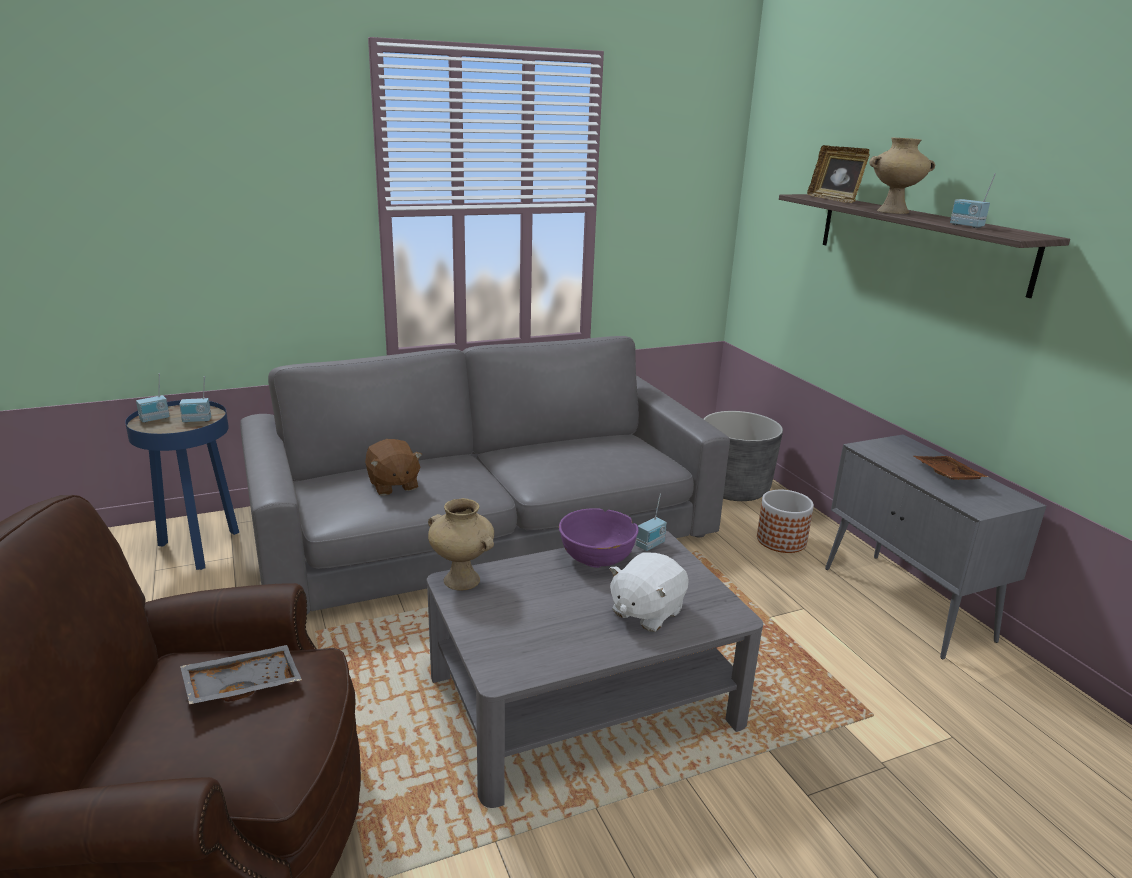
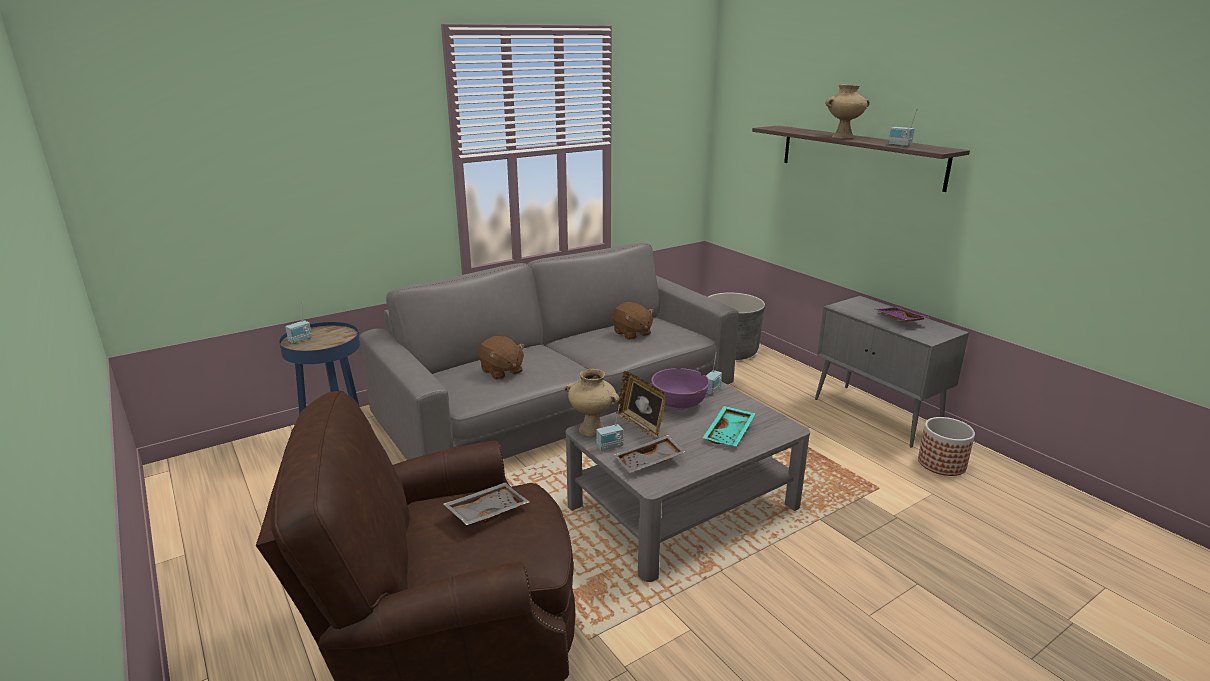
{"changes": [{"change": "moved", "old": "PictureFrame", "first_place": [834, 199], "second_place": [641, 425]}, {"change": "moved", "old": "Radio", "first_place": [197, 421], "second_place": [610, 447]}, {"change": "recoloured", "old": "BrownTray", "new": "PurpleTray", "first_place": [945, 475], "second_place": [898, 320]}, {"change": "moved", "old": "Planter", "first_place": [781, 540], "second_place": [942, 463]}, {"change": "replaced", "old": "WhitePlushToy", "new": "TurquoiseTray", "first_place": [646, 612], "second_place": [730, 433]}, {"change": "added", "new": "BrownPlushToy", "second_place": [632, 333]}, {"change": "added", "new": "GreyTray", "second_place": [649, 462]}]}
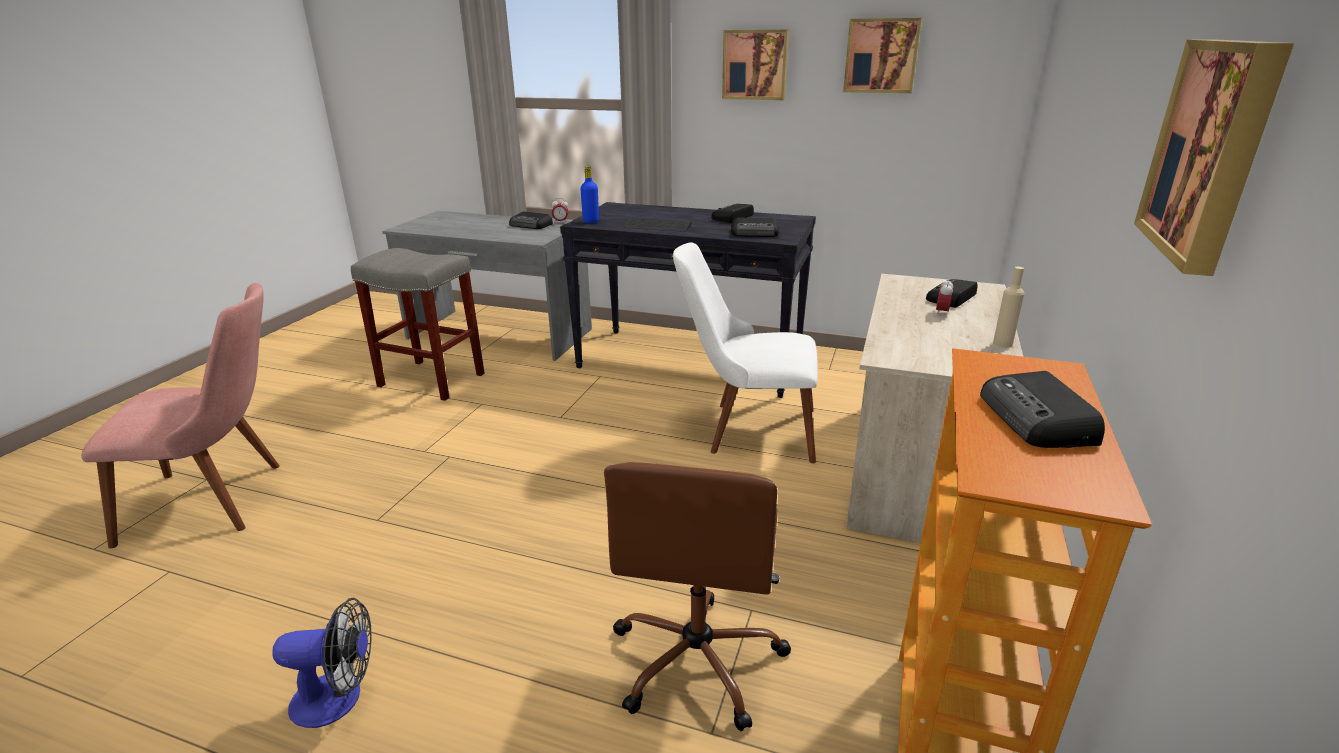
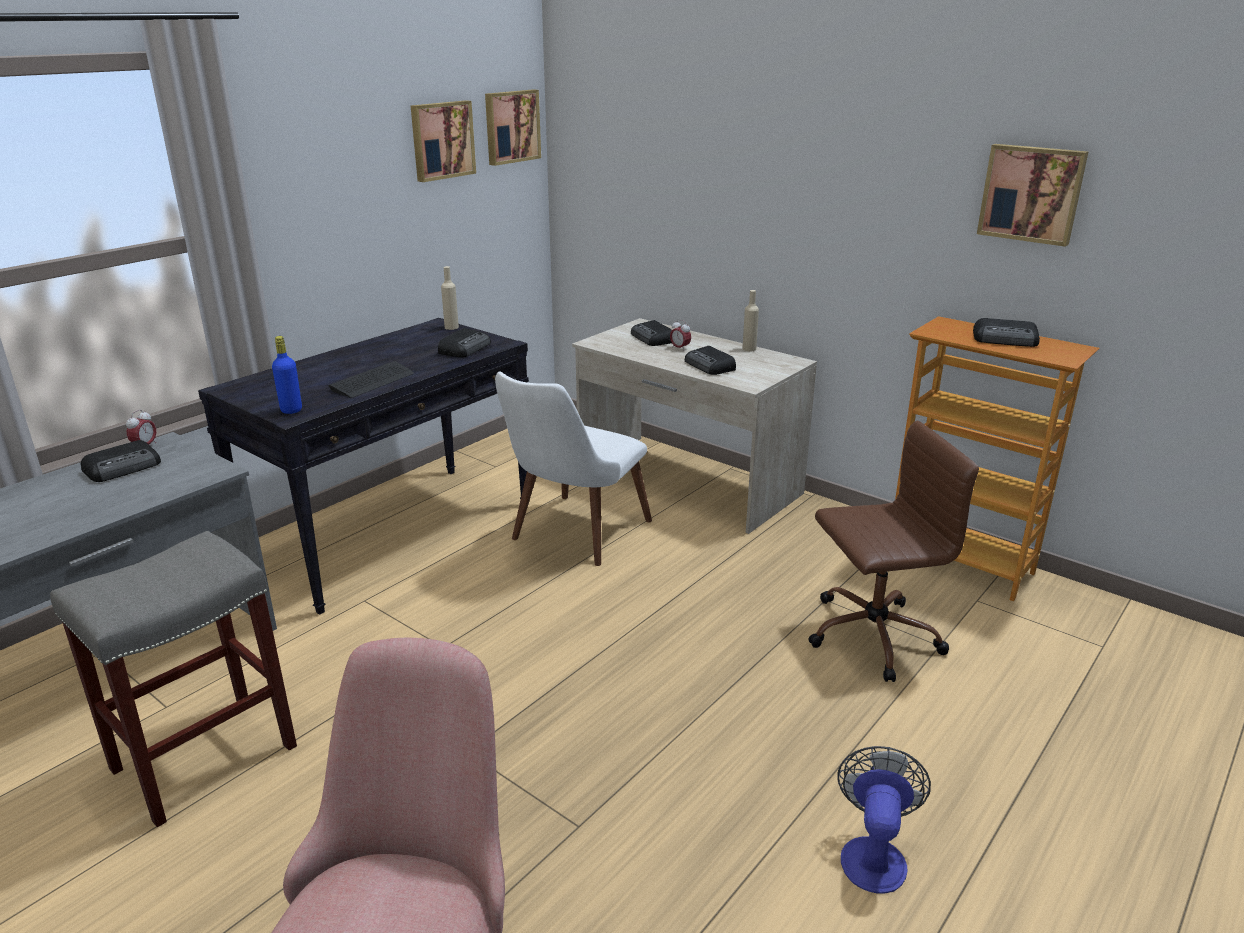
{"changes": [{"change": "moved", "old": "Picture", "first_place": [755, 65], "second_place": [511, 126]}, {"change": "moved", "old": "Radio", "first_place": [732, 217], "second_place": [710, 366]}, {"change": "turned", "old": "BrownOfficeChair", "first_place": [698, 659], "second_place": [870, 635], "degrees": -45}, {"change": "added", "new": "BeigeBottle", "second_place": [451, 327]}]}
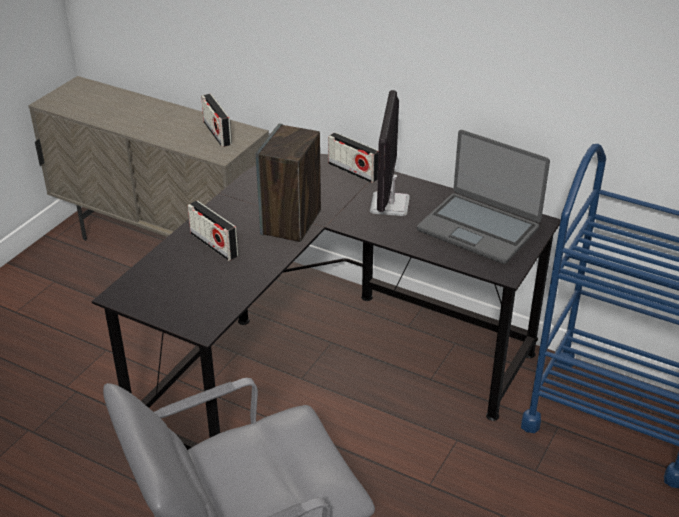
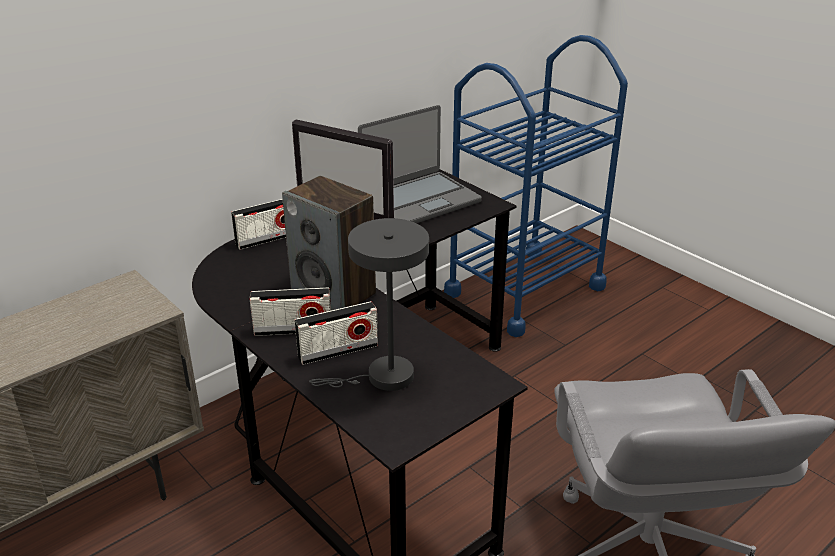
{"changes": [{"change": "moved", "old": "Radio", "first_place": [217, 133], "second_place": [293, 330]}, {"change": "added", "new": "GreyTableLamp", "second_place": [382, 378]}]}
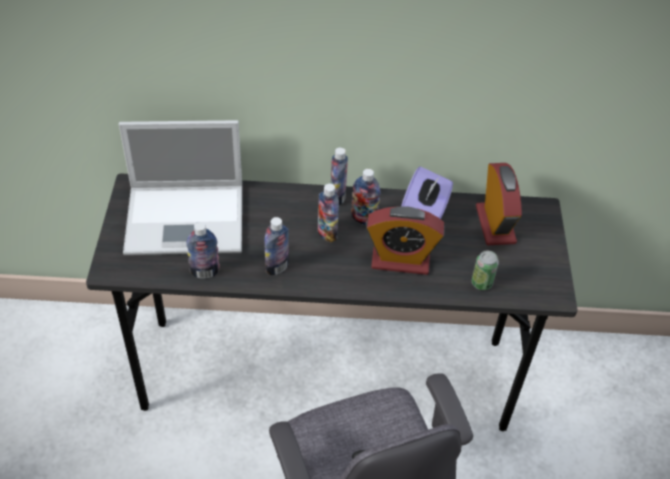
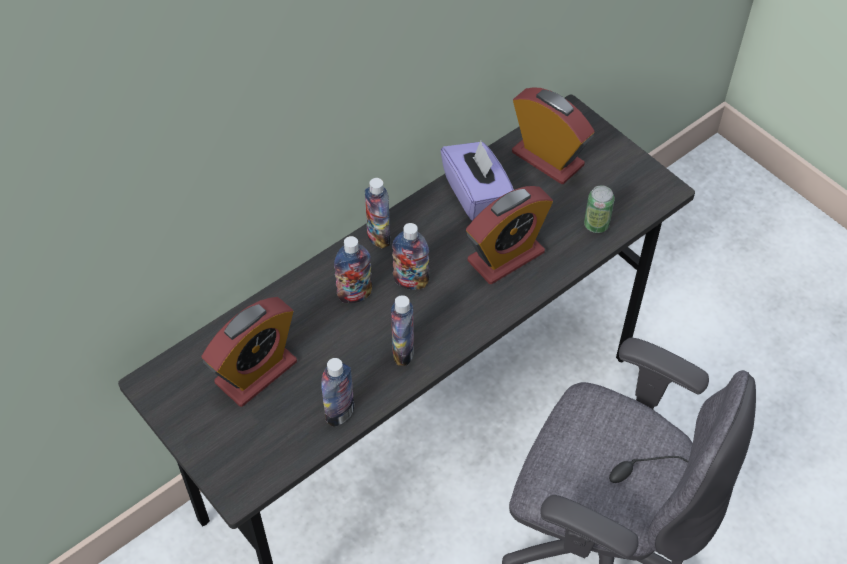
{"changes": [{"change": "replaced", "old": "Laptop", "new": "AlarmClock", "first_place": [188, 219], "second_place": [256, 372]}, {"change": "moved", "old": "Bottle", "first_place": [364, 219], "second_place": [355, 294]}]}
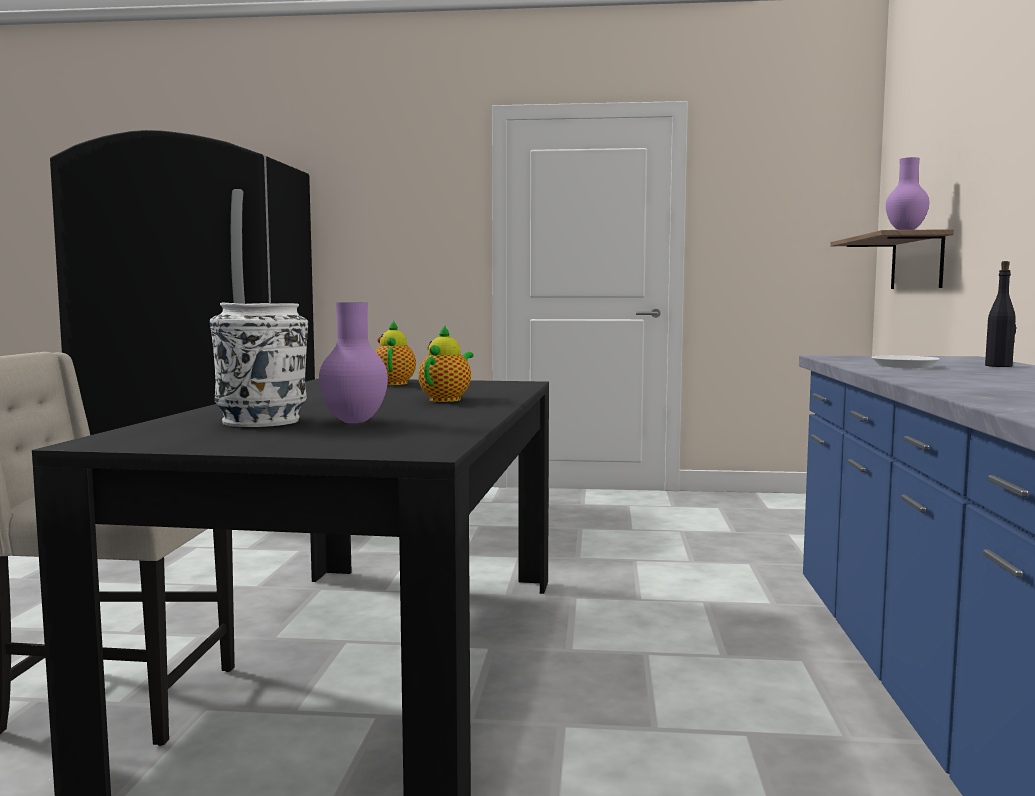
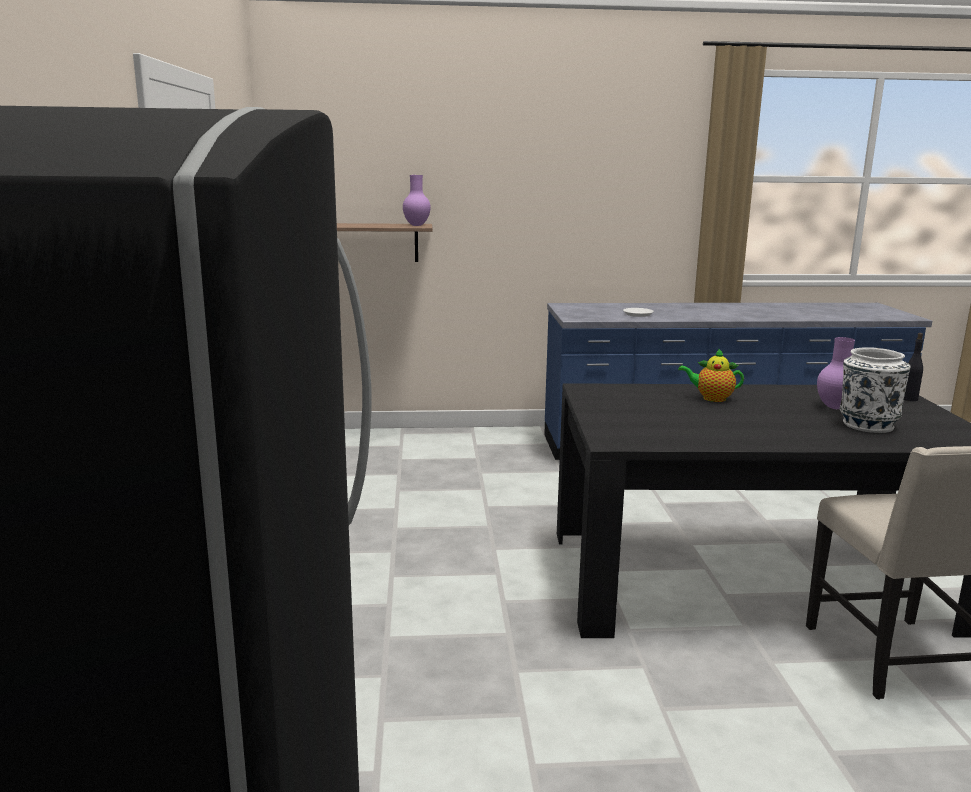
{"changes": [{"change": "moved", "old": "BlackBottle", "first_place": [999, 366], "second_place": [909, 399]}, {"change": "removed", "old": "Teapot", "first_place": [395, 383]}]}
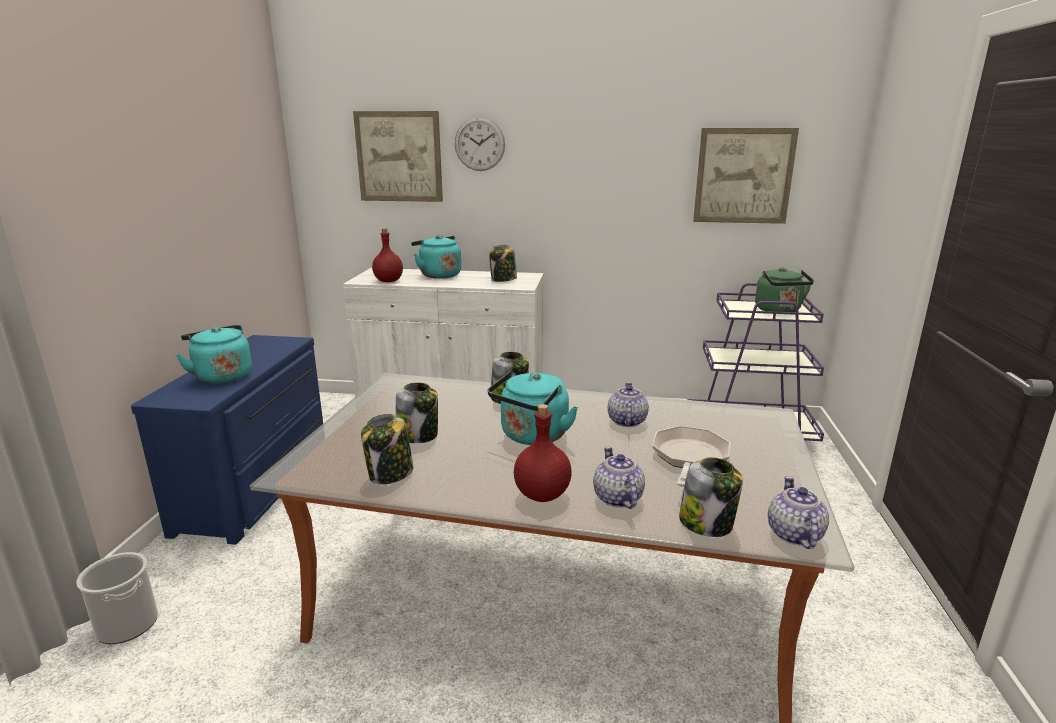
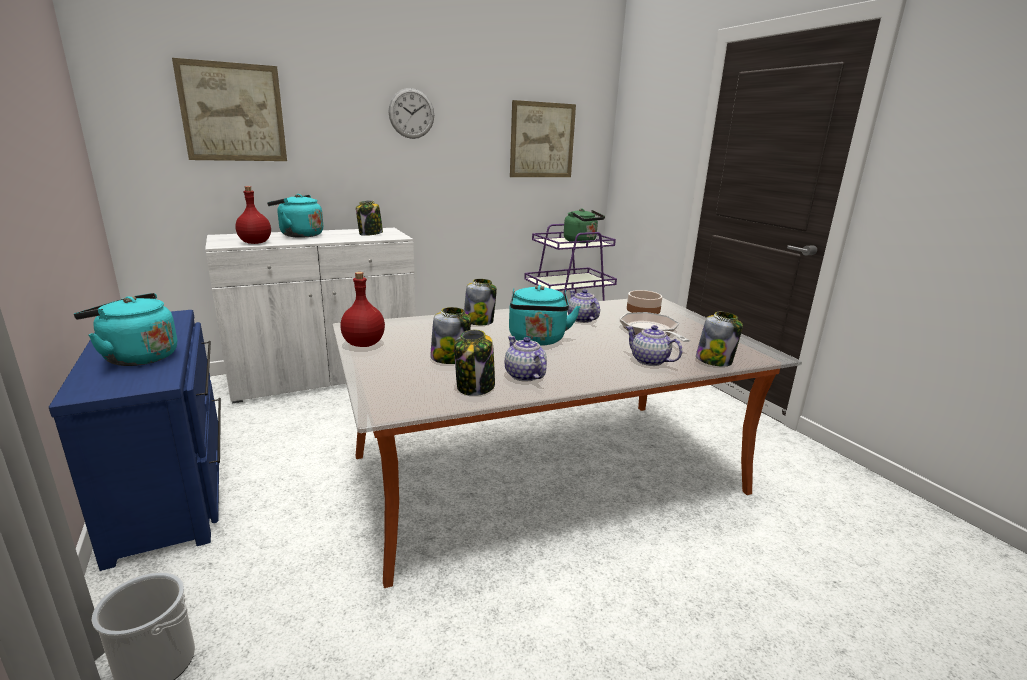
{"changes": [{"change": "moved", "old": "WallClock", "first_place": [479, 144], "second_place": [411, 113]}, {"change": "moved", "old": "RedBottle", "first_place": [541, 494], "second_place": [363, 344]}, {"change": "moved", "old": "Teapot", "first_place": [794, 535], "second_place": [524, 376]}, {"change": "added", "new": "Bowl", "second_place": [643, 310]}]}
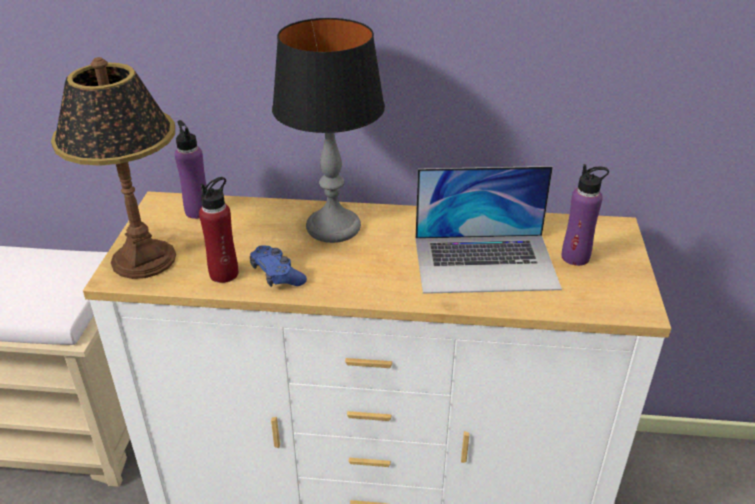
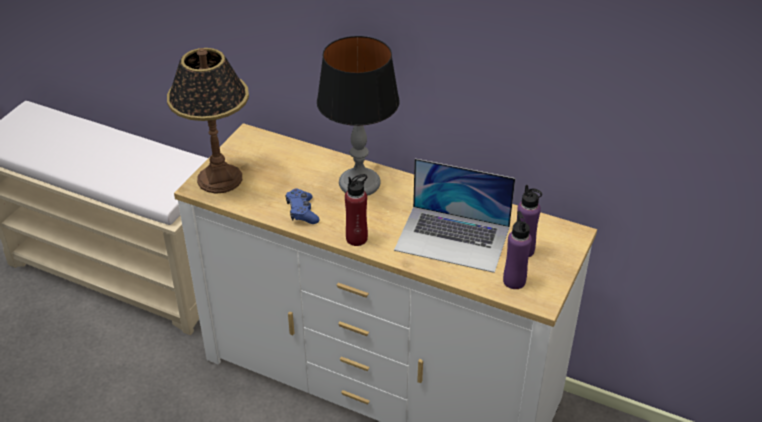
{"changes": [{"change": "moved", "old": "PurpleBottle", "first_place": [198, 211], "second_place": [514, 281]}, {"change": "moved", "old": "RedBottle", "first_place": [224, 273], "second_place": [357, 238]}]}
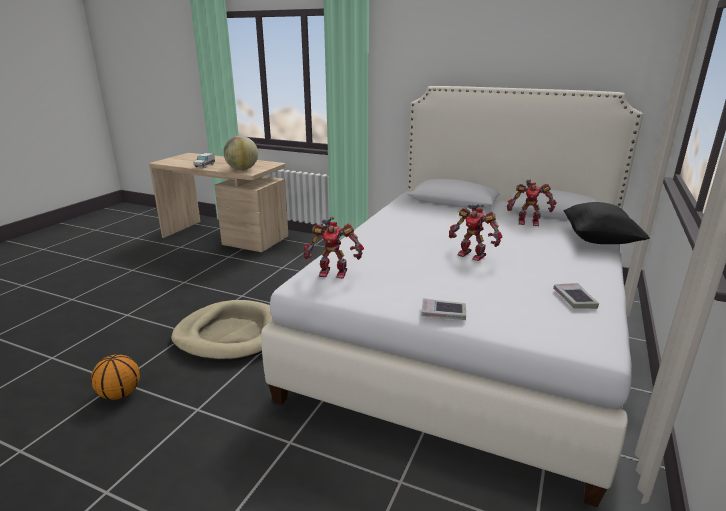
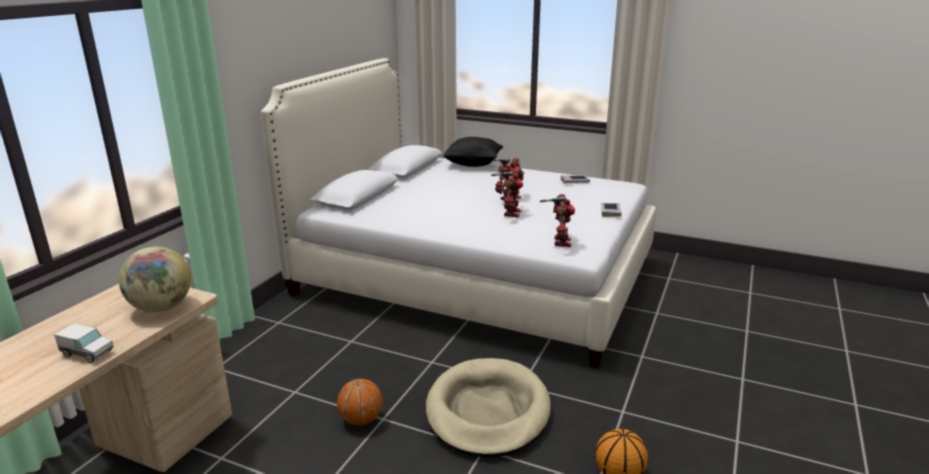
{"changes": [{"change": "moved", "old": "ToyRobot", "first_place": [528, 222], "second_place": [510, 213]}, {"change": "added", "new": "Basketball", "second_place": [361, 420]}]}
